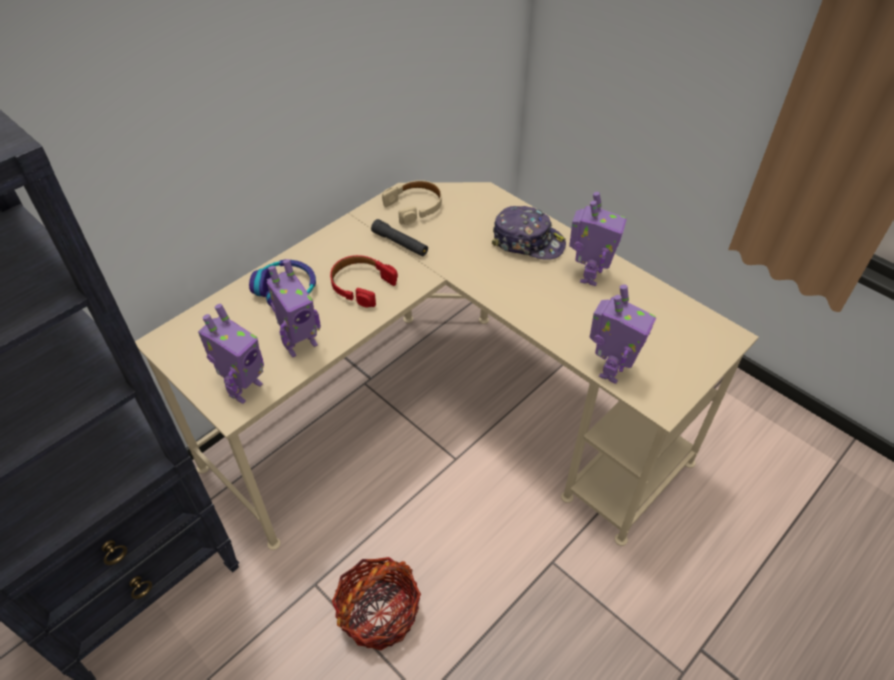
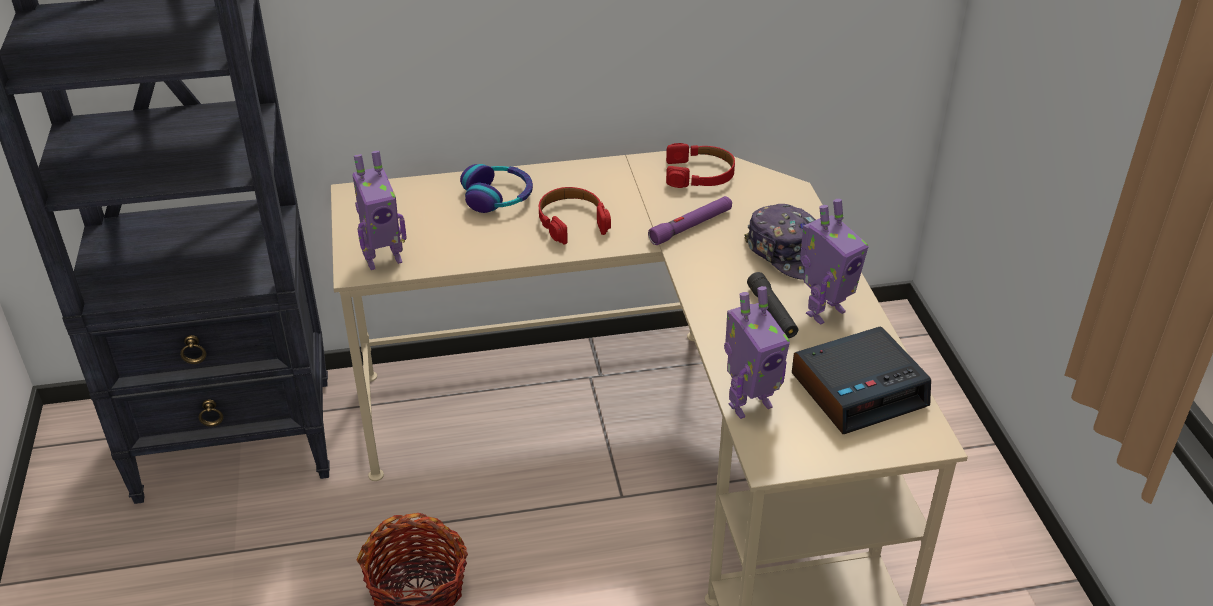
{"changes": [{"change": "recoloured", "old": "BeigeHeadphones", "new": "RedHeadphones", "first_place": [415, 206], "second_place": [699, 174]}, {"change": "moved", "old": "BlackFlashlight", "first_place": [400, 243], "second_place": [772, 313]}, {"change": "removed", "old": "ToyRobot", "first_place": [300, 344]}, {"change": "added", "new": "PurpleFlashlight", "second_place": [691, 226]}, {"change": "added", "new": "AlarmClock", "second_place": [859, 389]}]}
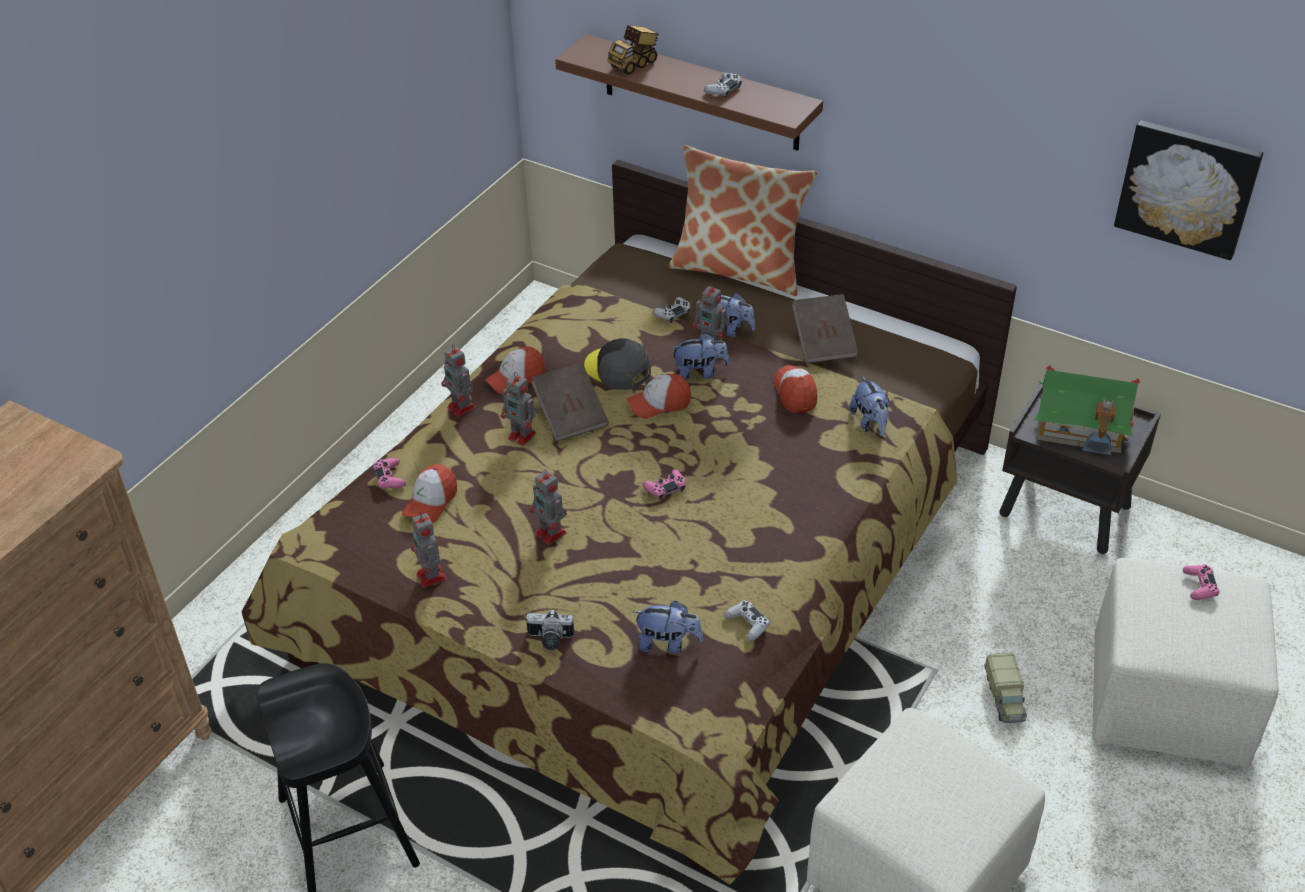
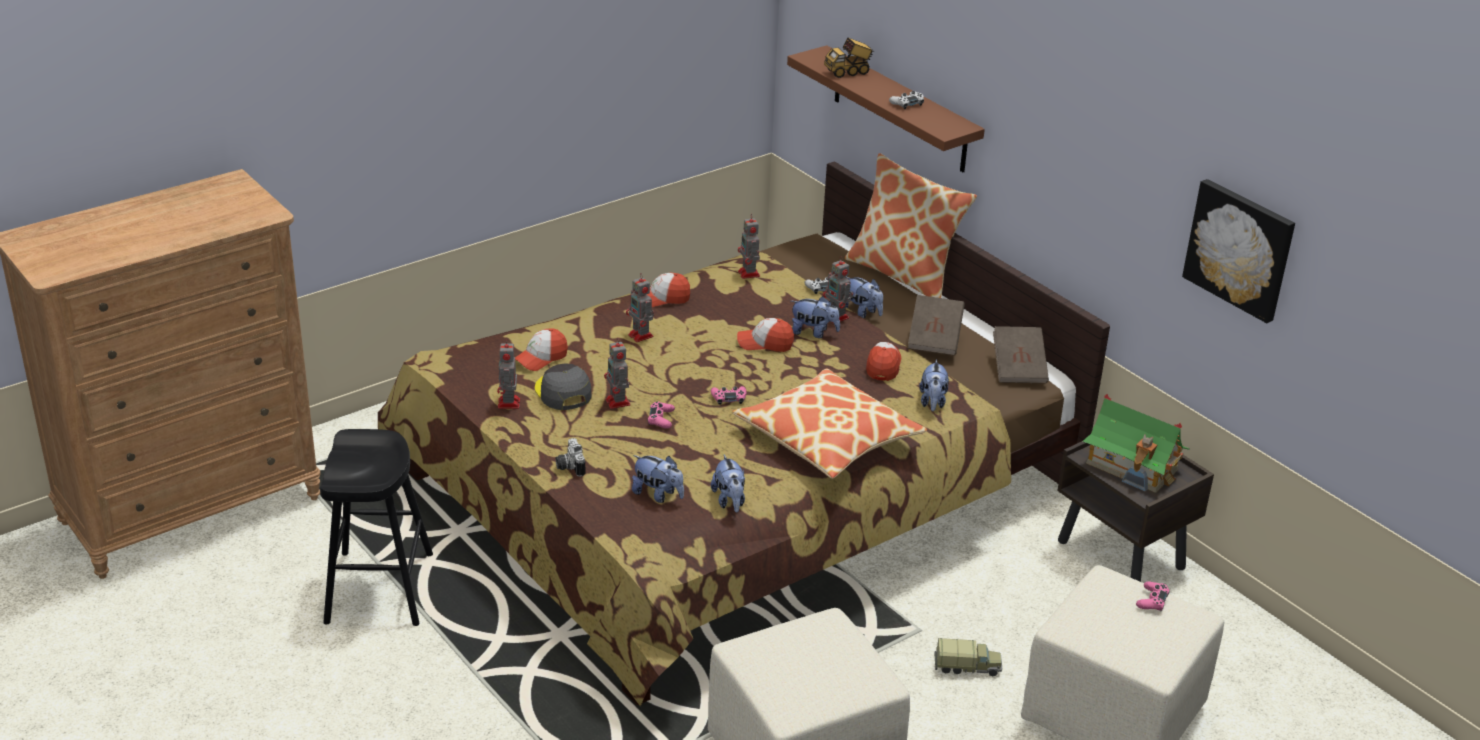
{"changes": [{"change": "moved", "old": "GreyCap", "first_place": [617, 369], "second_place": [562, 392]}, {"change": "moved", "old": "ToyRobot", "first_place": [462, 408], "second_place": [749, 274]}, {"change": "moved", "old": "BrownBook", "first_place": [571, 416], "second_place": [1018, 368]}, {"change": "moved", "old": "PinkGameController", "first_place": [390, 478], "second_place": [661, 419]}, {"change": "replaced", "old": "WhiteGameController", "new": "PlushToy", "first_place": [747, 624], "second_place": [729, 501]}, {"change": "turned", "old": "PhotoCamera", "first_place": [549, 640], "second_place": [569, 466], "degrees": 45}, {"change": "turned", "old": "ToyTruck", "first_place": [1004, 697], "second_place": [967, 667], "degrees": -105}, {"change": "added", "new": "Pillow", "second_place": [828, 438]}]}
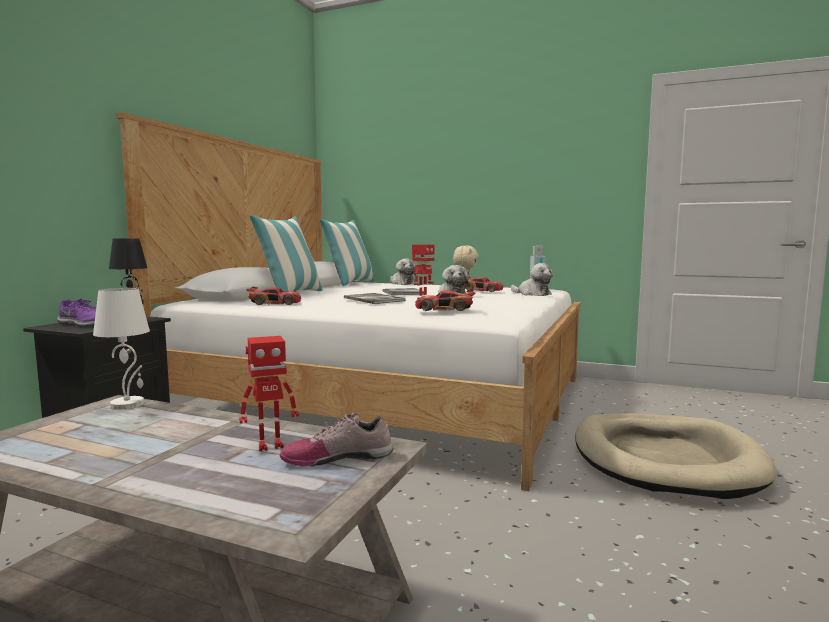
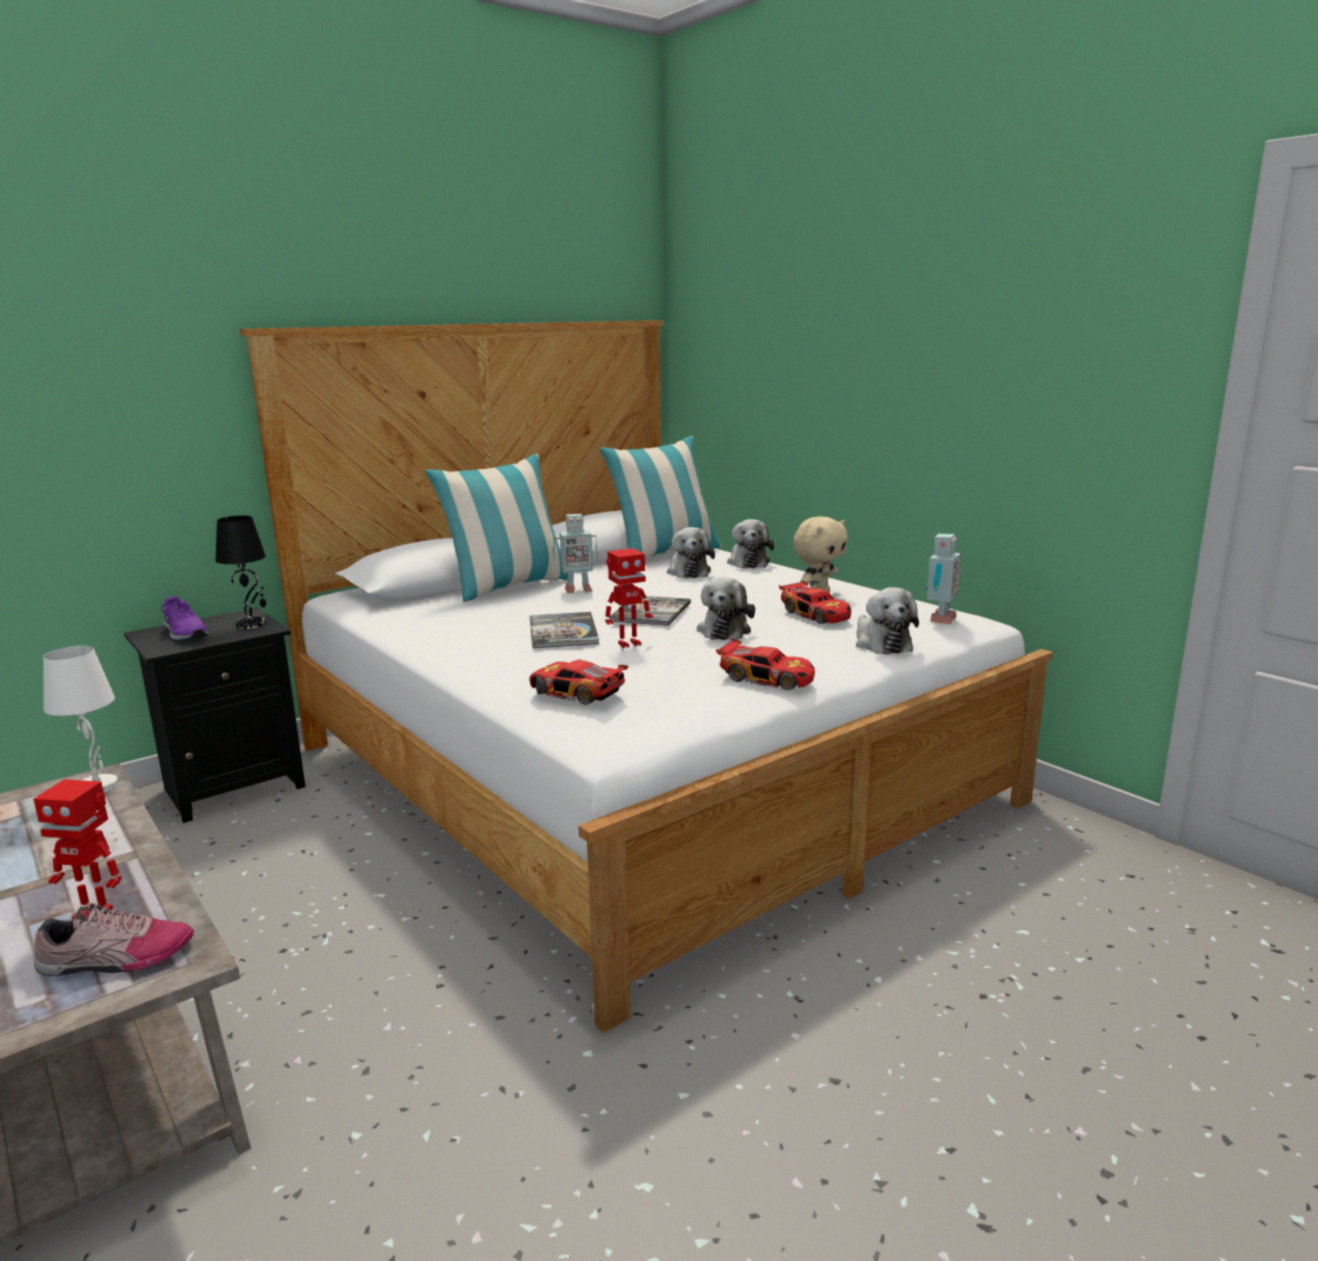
{"changes": [{"change": "moved", "old": "ToyCar", "first_place": [275, 303], "second_place": [767, 678]}, {"change": "turned", "old": "Shoe", "first_place": [338, 457], "second_place": [115, 959], "degrees": 150}, {"change": "removed", "old": "BeigeDogBed", "first_place": [665, 460]}, {"change": "added", "new": "ToyRobot", "second_place": [577, 590]}, {"change": "added", "new": "PlushToy", "second_place": [688, 571]}]}
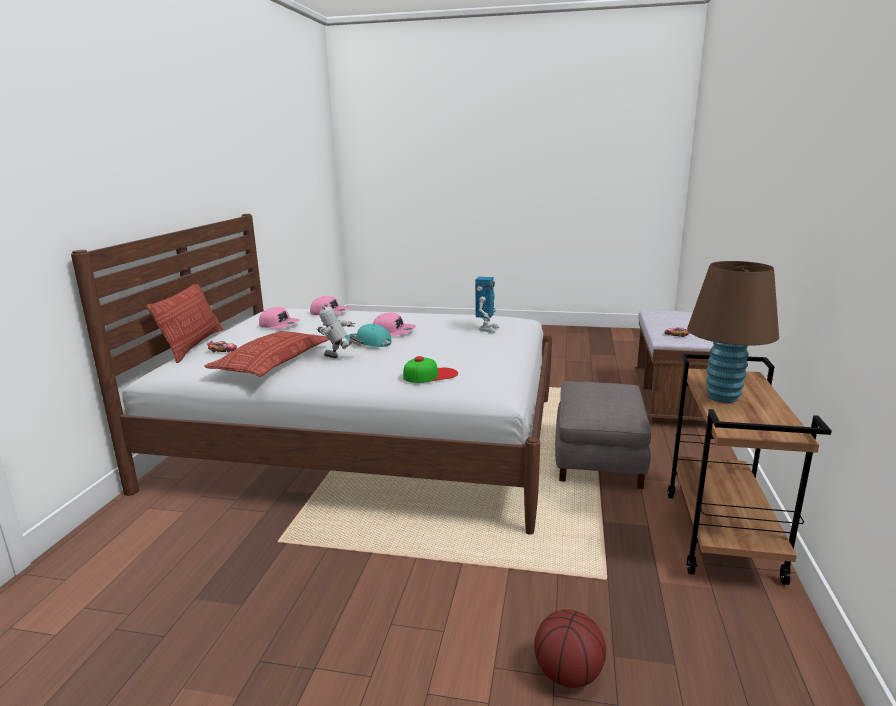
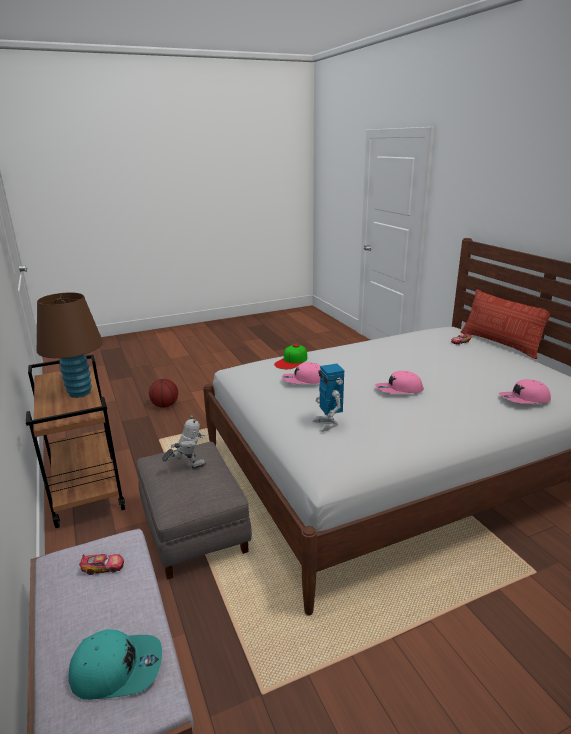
{"changes": [{"change": "moved", "old": "ToyRobot", "first_place": [339, 358], "second_place": [187, 467]}, {"change": "moved", "old": "PinkCap", "first_place": [279, 325], "second_place": [304, 381]}, {"change": "moved", "old": "TurquoiseCap", "first_place": [368, 343], "second_place": [117, 668]}, {"change": "removed", "old": "Pillow", "first_place": [273, 361]}]}
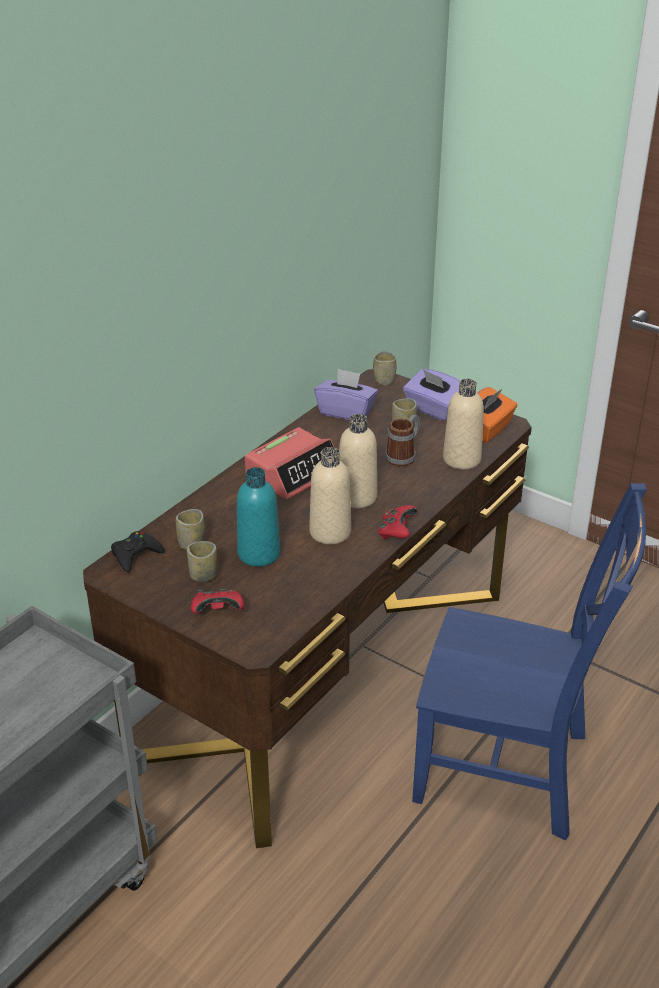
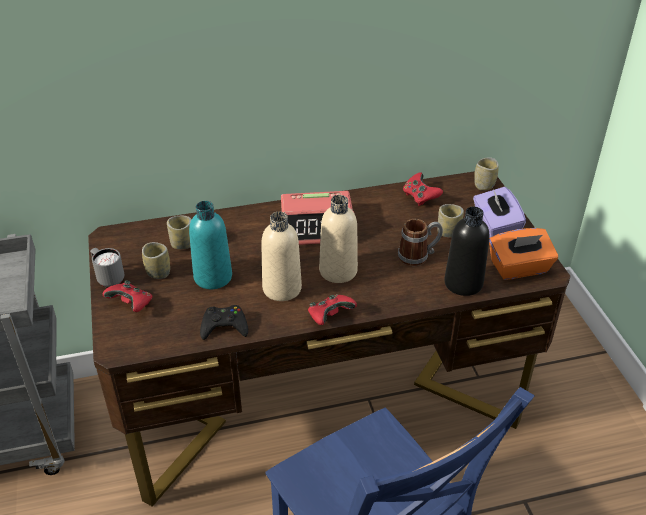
{"changes": [{"change": "replaced", "old": "PurpleTissueBox", "new": "RedGameController", "first_place": [346, 412], "second_place": [420, 197]}, {"change": "recoloured", "old": "BeigeBottle", "new": "BlackBottle", "first_place": [461, 459], "second_place": [463, 283]}, {"change": "moved", "old": "BlackGameController", "first_place": [135, 555], "second_place": [224, 326]}, {"change": "added", "new": "GreyMug", "second_place": [108, 278]}]}
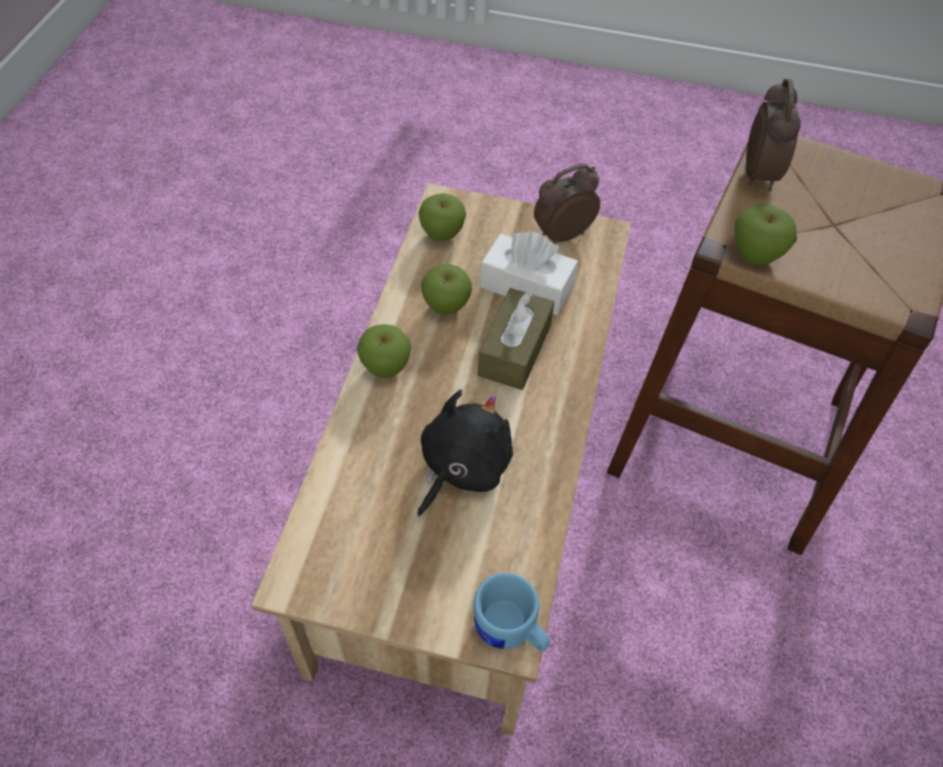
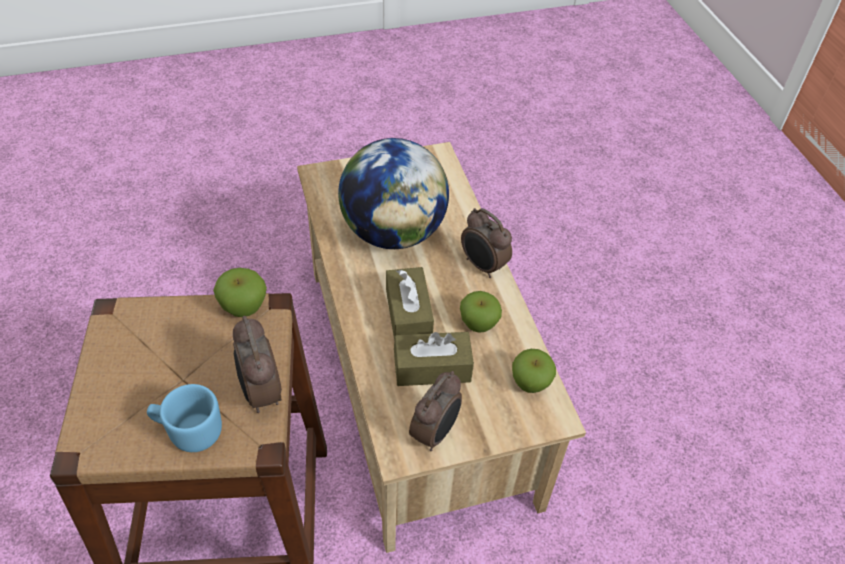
{"changes": [{"change": "recoloured", "old": "WhiteTissueBox", "new": "BrownTissueBox", "first_place": [527, 286], "second_place": [432, 368]}, {"change": "replaced", "old": "Apple", "new": "AlarmClock", "first_place": [385, 367], "second_place": [483, 266]}, {"change": "replaced", "old": "BlackPlushToy", "new": "Globe", "first_place": [461, 467], "second_place": [393, 232]}, {"change": "moved", "old": "BlueMug", "first_place": [510, 632], "second_place": [189, 431]}]}
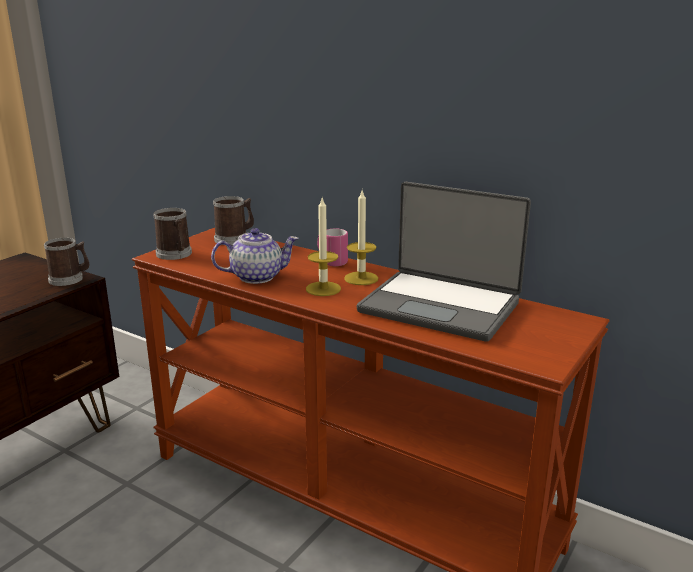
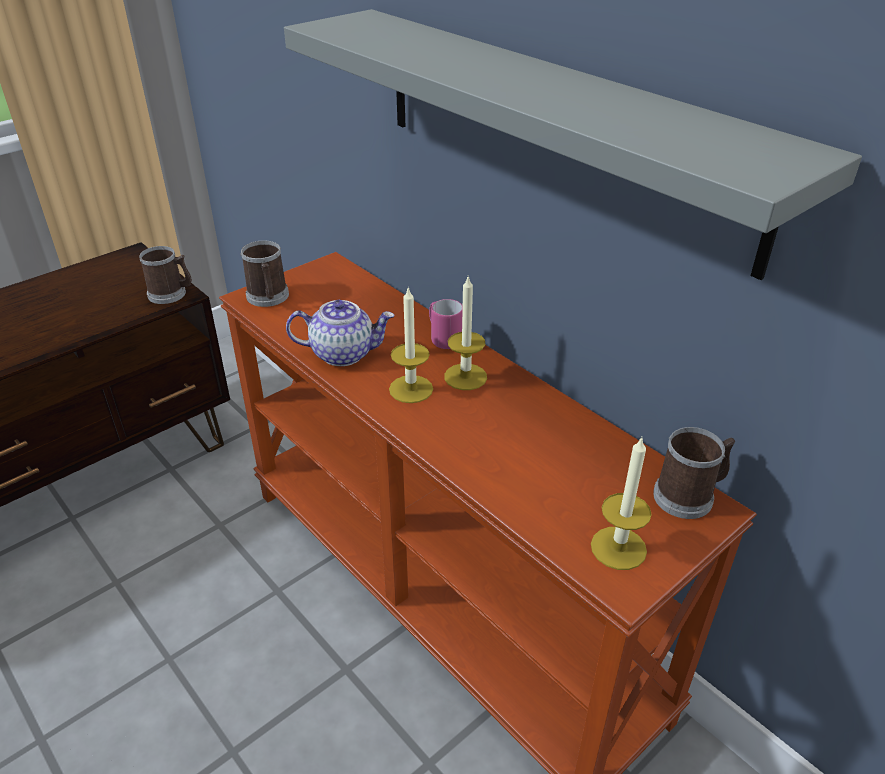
{"changes": [{"change": "removed", "old": "Laptop", "first_place": [441, 306]}, {"change": "moved", "old": "Mug", "first_place": [235, 238], "second_place": [689, 496]}, {"change": "added", "new": "GreyShelf", "second_place": [555, 129]}, {"change": "added", "new": "Candle", "second_place": [618, 548]}]}
